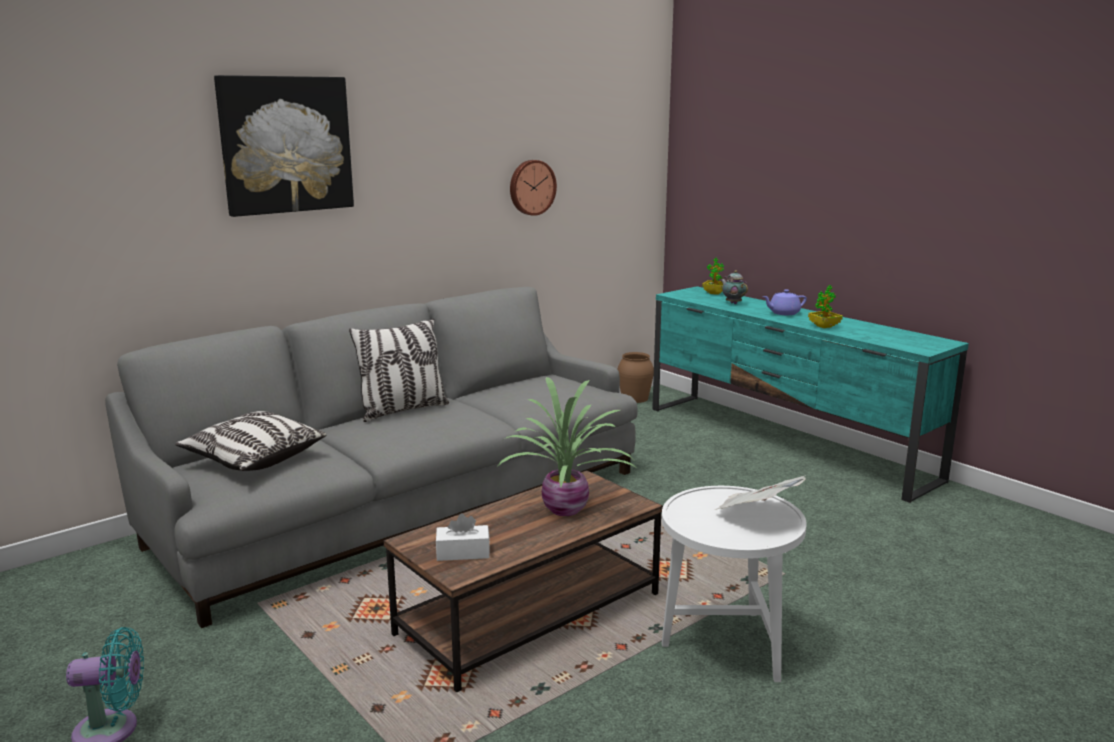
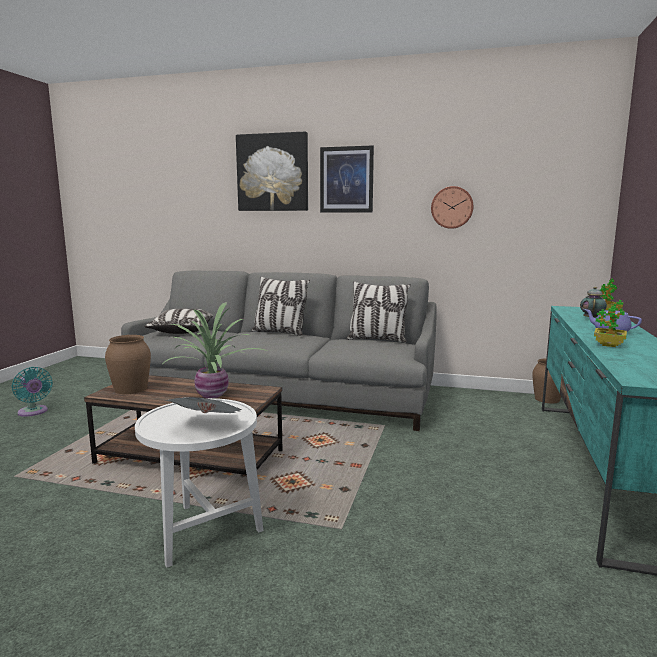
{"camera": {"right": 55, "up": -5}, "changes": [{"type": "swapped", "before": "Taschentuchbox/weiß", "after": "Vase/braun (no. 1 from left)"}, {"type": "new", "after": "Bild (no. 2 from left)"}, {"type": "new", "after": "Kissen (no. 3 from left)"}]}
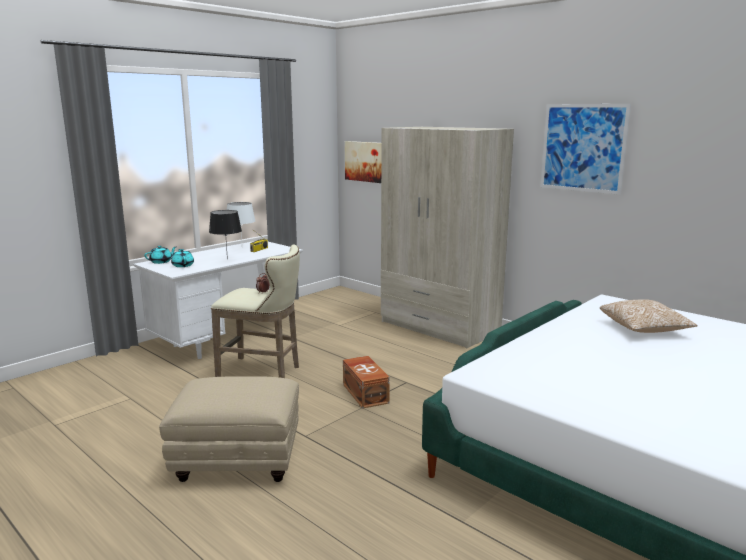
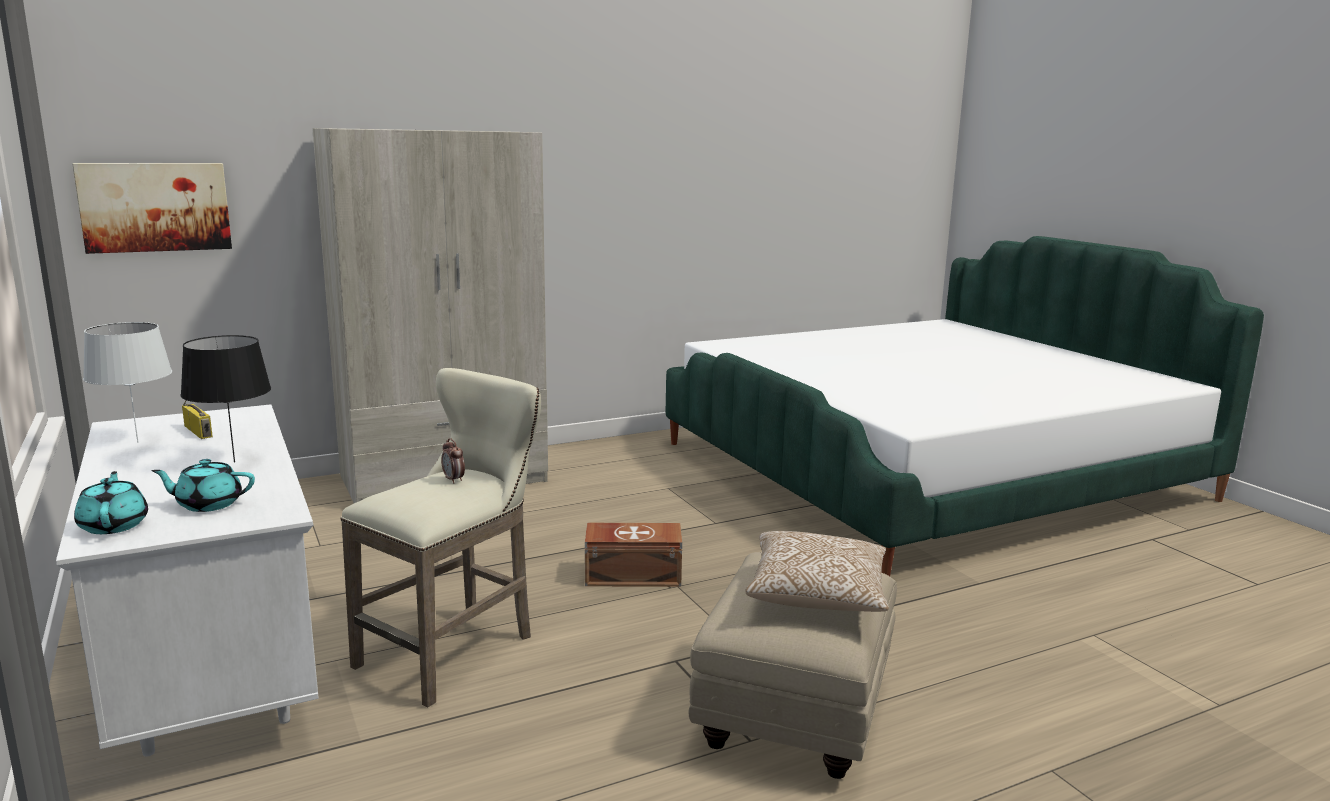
{"camera": {"right": -70, "up": 0}, "changes": [{"type": "shifted", "before": "Kissen"}, {"type": "gone", "before": "Bild (no. 2 from left)"}]}
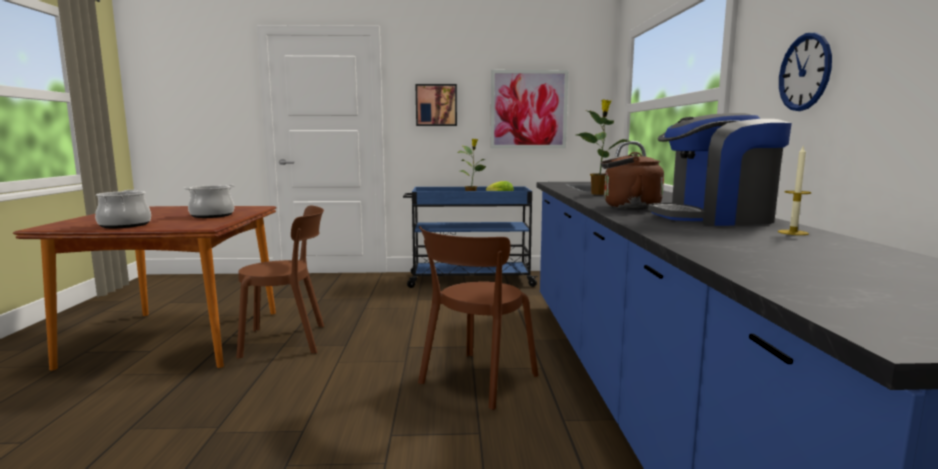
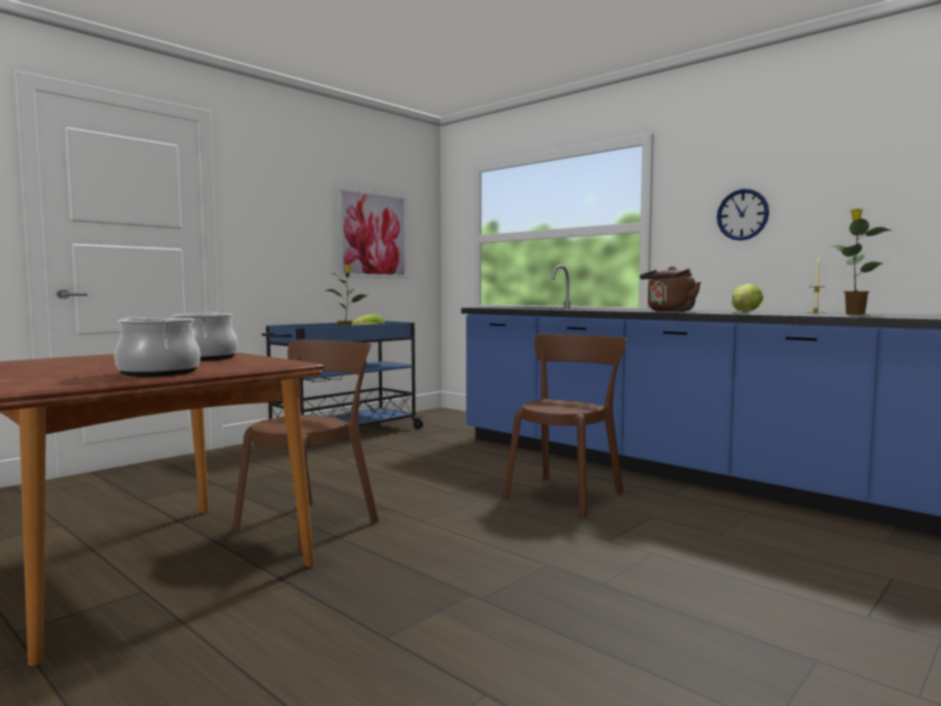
{"camera": {"right": -45, "up": -5}, "changes": [{"type": "rotated", "before": "Stuhl/braun (no. 2 from left)", "turn": -135}, {"type": "swapped", "before": "Kaffeemaschine", "after": "Salatkopf (no. 2 from left)"}, {"type": "shifted", "before": "Topfpflanze (no. 2 from left)"}, {"type": "gone", "before": "Bild (no. 1 from left)"}]}
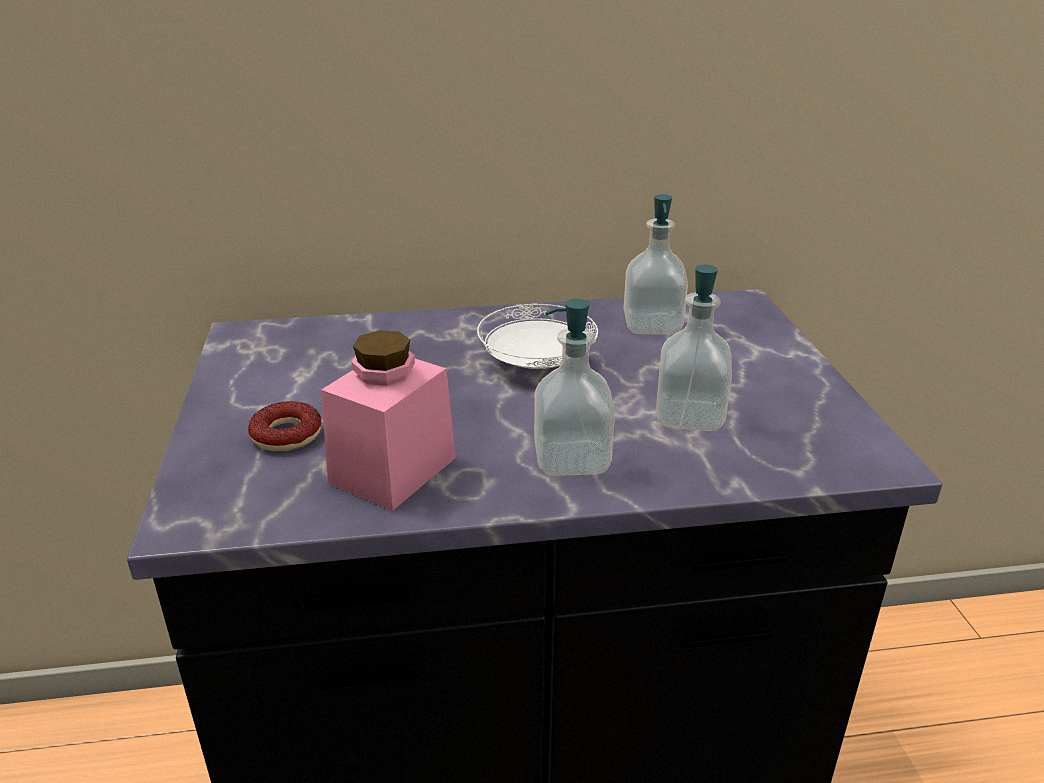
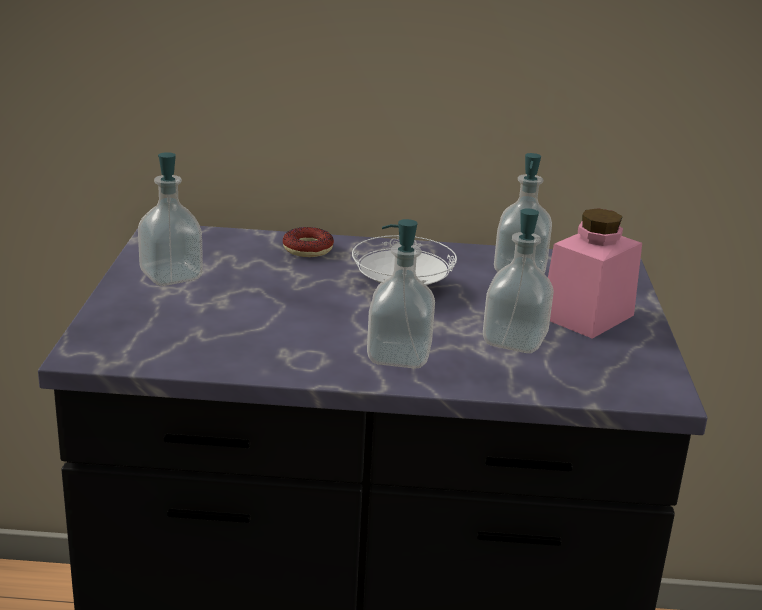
{"camera": {"right": 10, "up": -5}, "changes": [{"type": "new", "after": "Seifenspender (no. 1 from left)"}, {"type": "shifted", "before": "Donut"}, {"type": "shifted", "before": "Vorratsglas/rosa"}]}
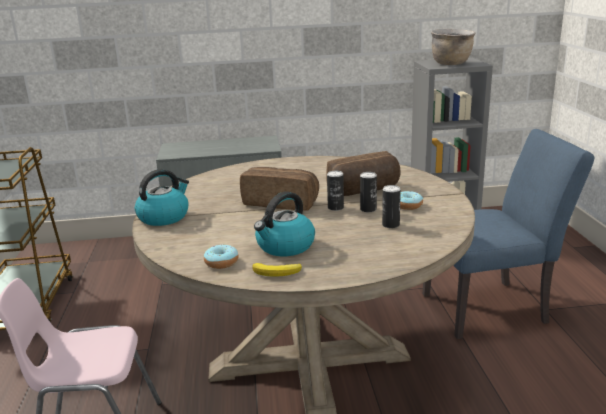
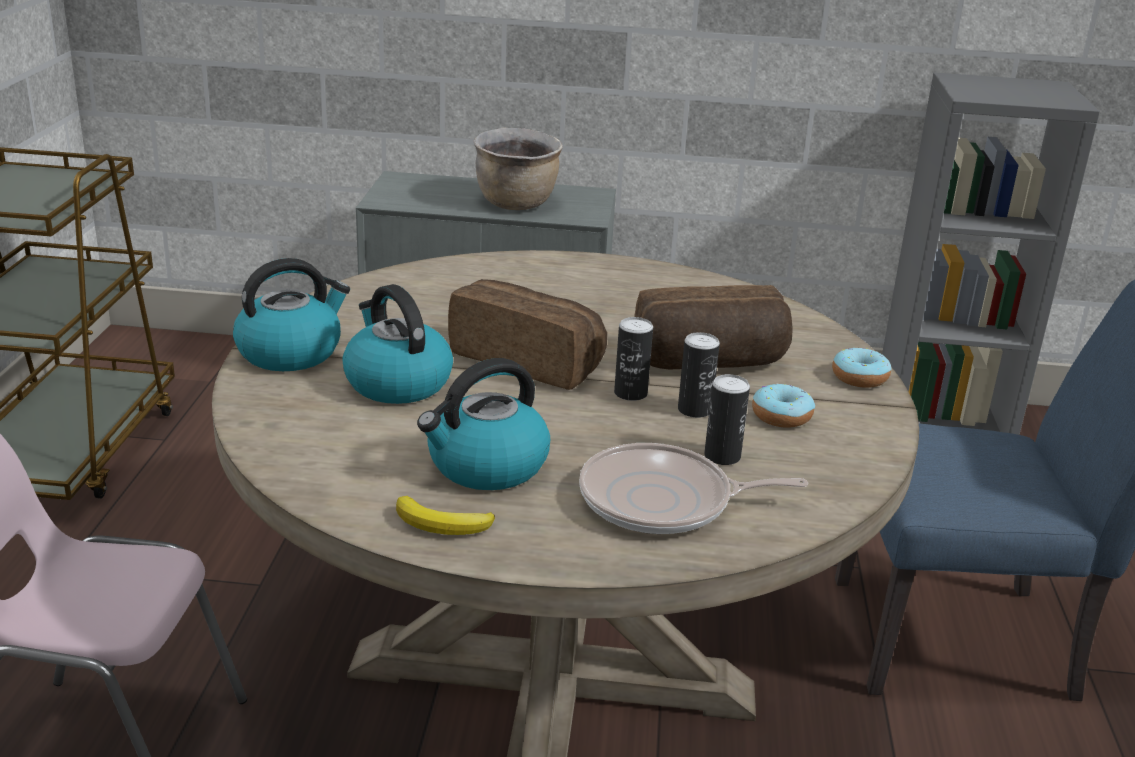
{"camera": {"right": 10, "up": 5}, "changes": [{"type": "new", "after": "Wasserkessel (no. 2 from left)"}, {"type": "shifted", "before": "Kochtopf/braun"}, {"type": "new", "after": "Pfanne"}, {"type": "shifted", "before": "Donut (no. 1 from left in the first image)", "after": "Donut (no. 2 from left)"}]}
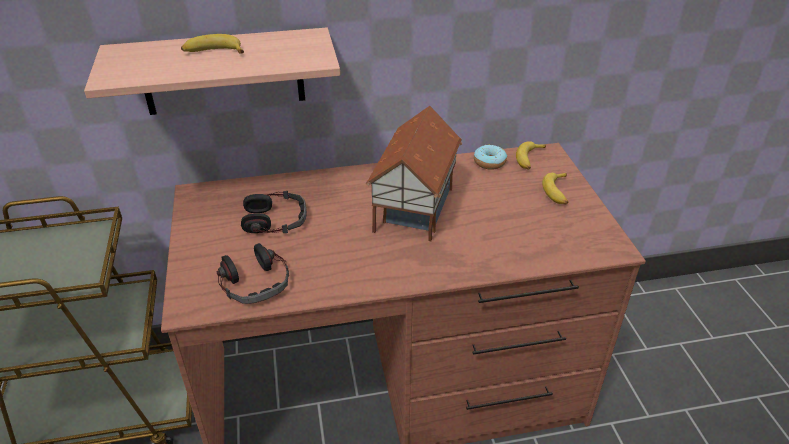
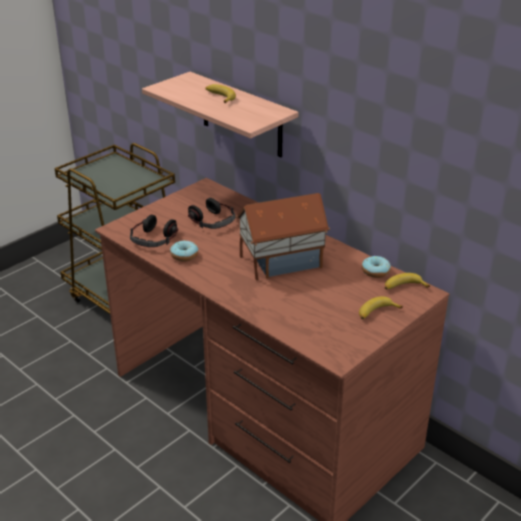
{"camera": {"right": 55, "up": -5}, "changes": [{"type": "new", "after": "Donut (no. 1 from left)"}]}
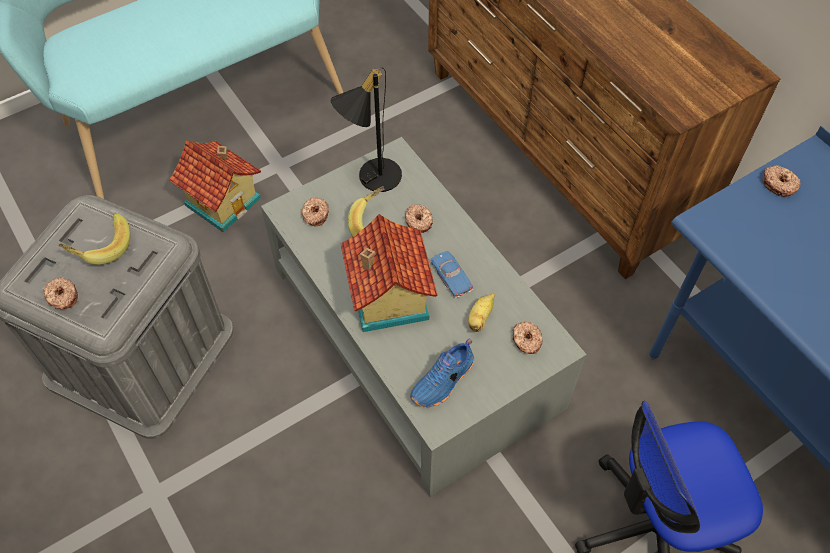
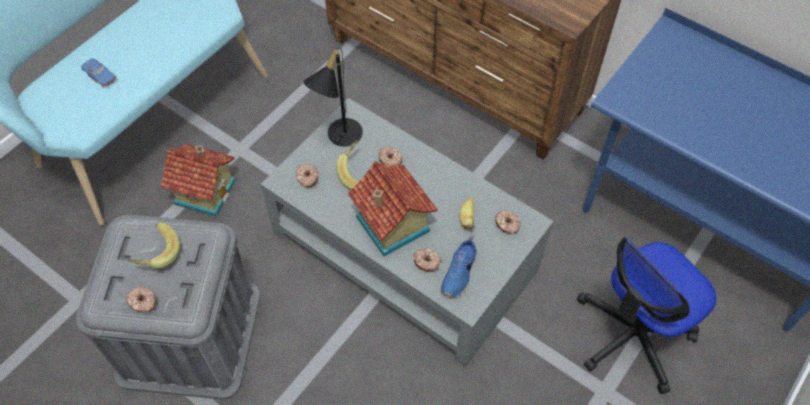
{"camera": {"right": -20, "up": 0}, "changes": [{"type": "shifted", "before": "Spielzeugauto/blau"}, {"type": "shifted", "before": "Donut (no. 5 from left in the first image)", "after": "Donut (no. 4 from left)"}]}
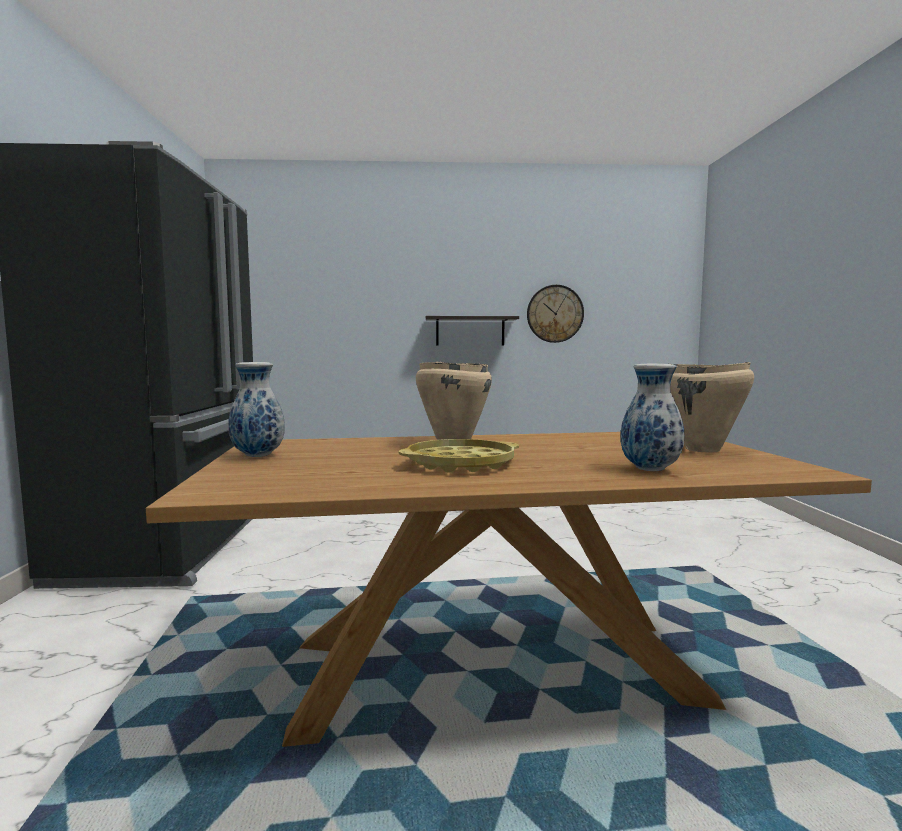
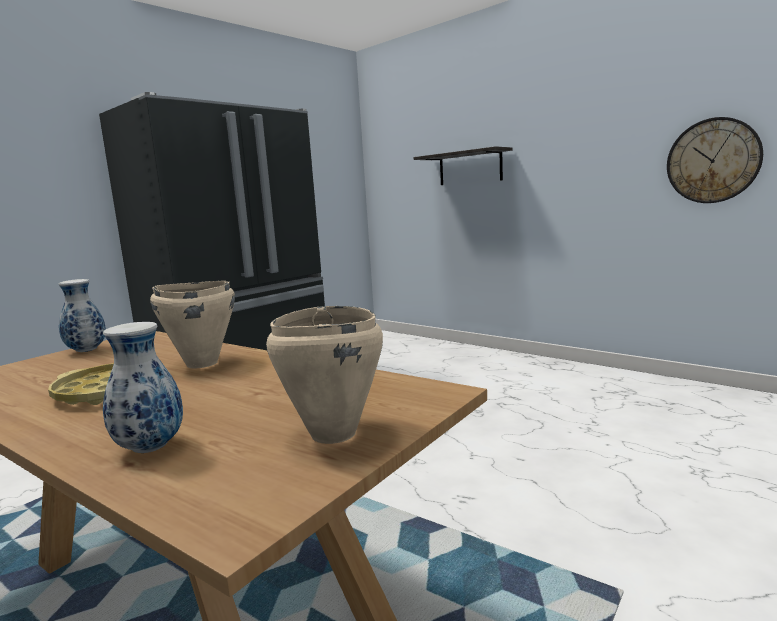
{"camera": {"right": 45, "up": 5}, "changes": [{"type": "shifted", "before": "Wandregal"}]}
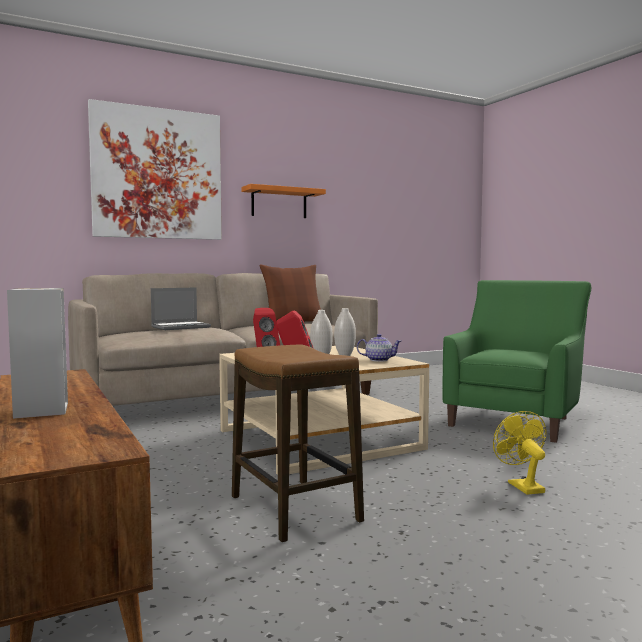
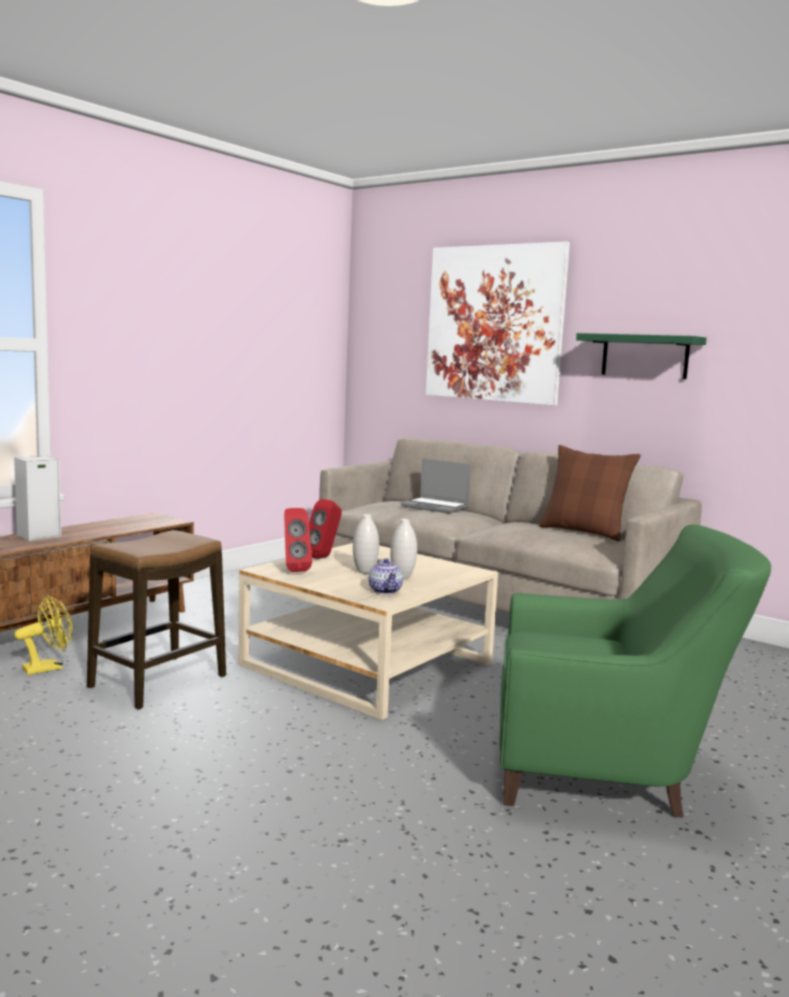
{"camera": {"right": 65, "up": 5}, "changes": [{"type": "shifted", "before": "Ventilator/gelb"}, {"type": "repainted", "before": "Wandregal/orange", "after": "Wandregal/grün"}]}
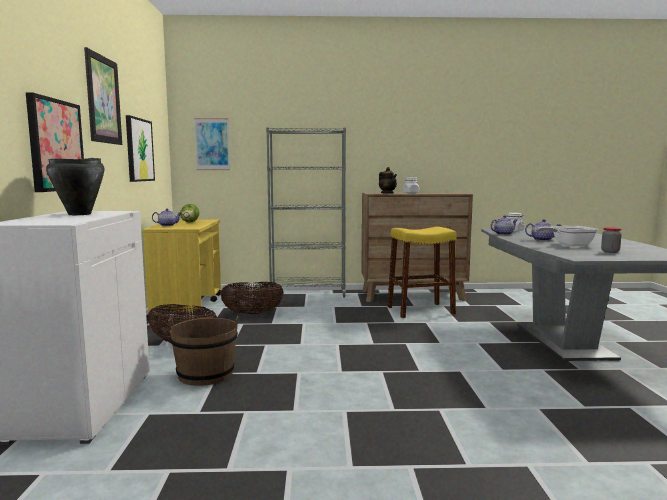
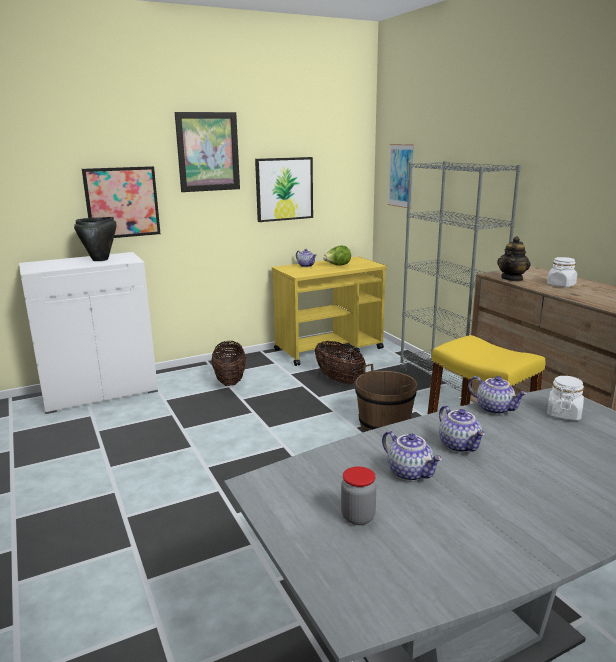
{"camera": {"right": 65, "up": 10}, "changes": [{"type": "shifted", "before": "Eimer/braun"}, {"type": "swapped", "before": "Pfanne", "after": "Teekanne (no. 2 from left)"}]}
